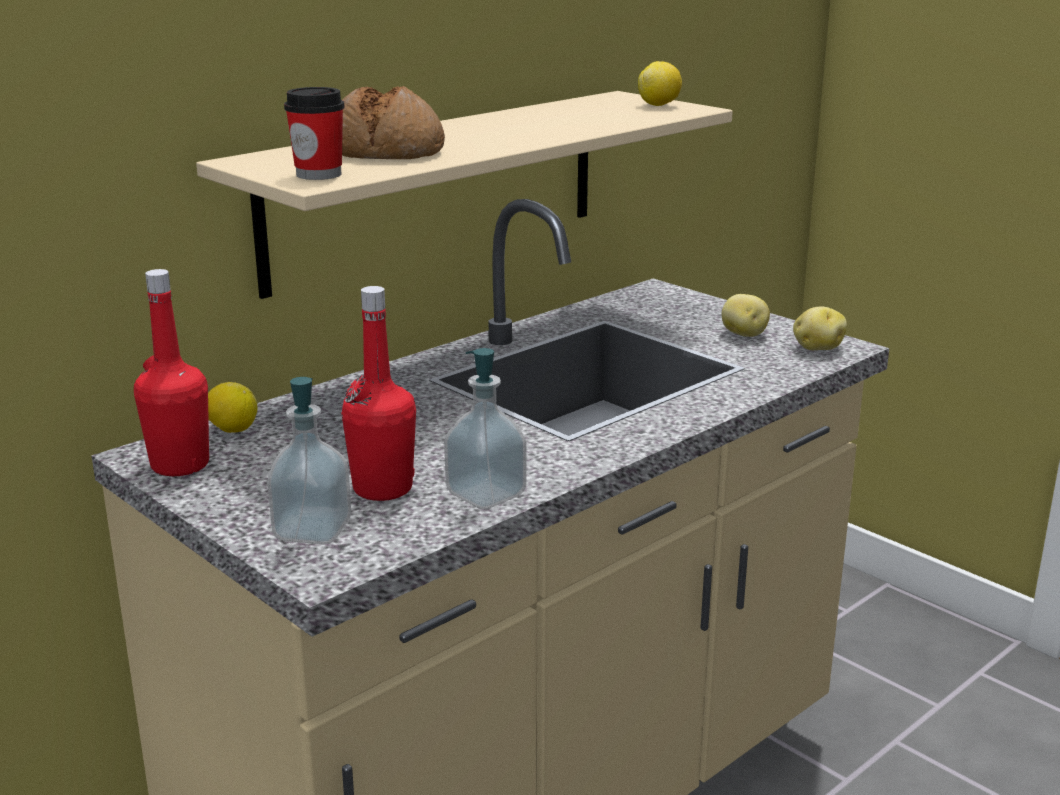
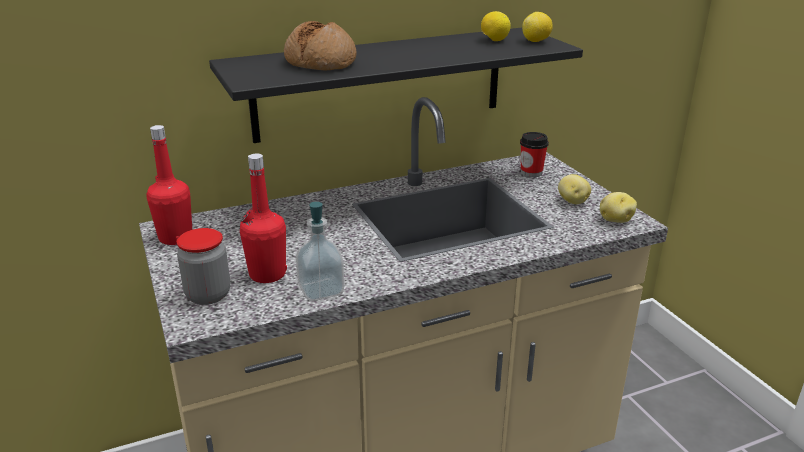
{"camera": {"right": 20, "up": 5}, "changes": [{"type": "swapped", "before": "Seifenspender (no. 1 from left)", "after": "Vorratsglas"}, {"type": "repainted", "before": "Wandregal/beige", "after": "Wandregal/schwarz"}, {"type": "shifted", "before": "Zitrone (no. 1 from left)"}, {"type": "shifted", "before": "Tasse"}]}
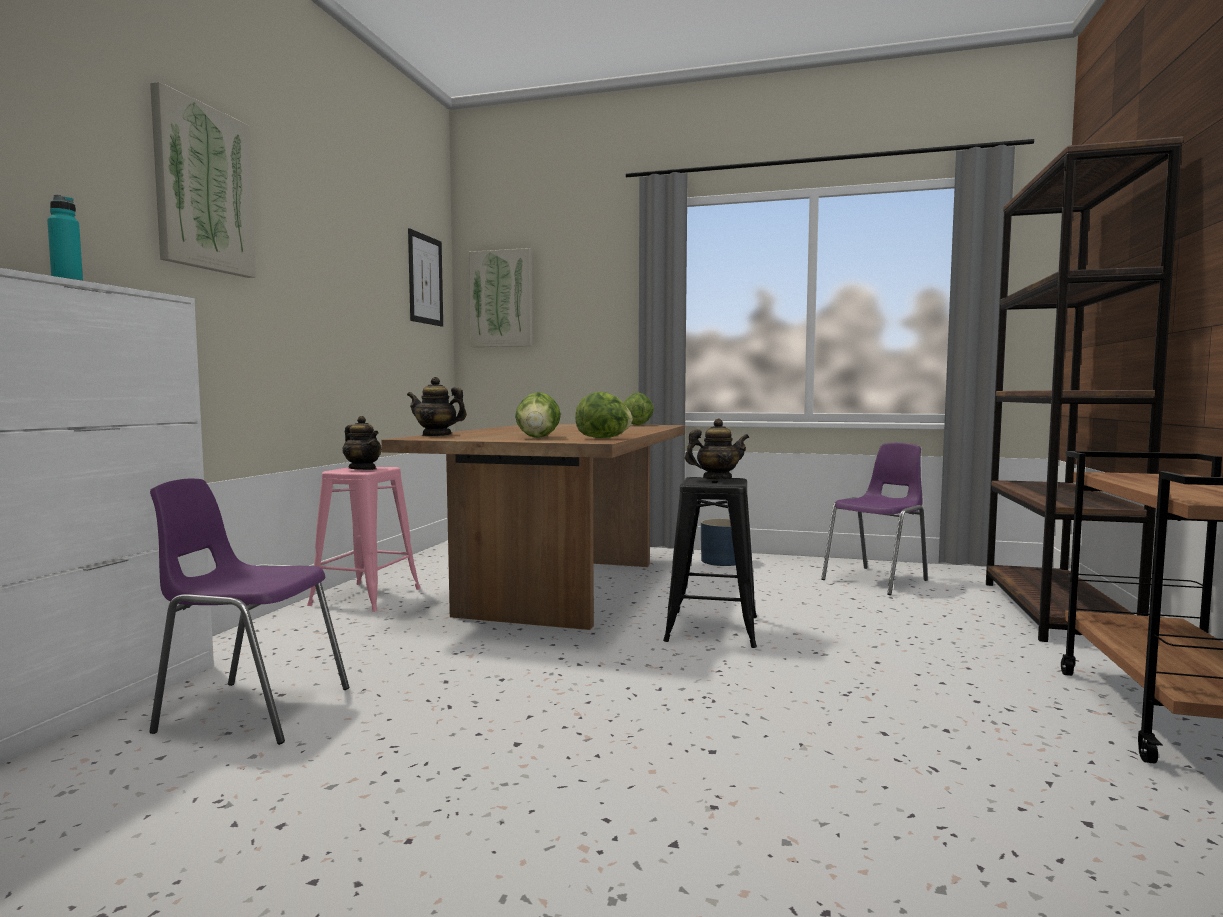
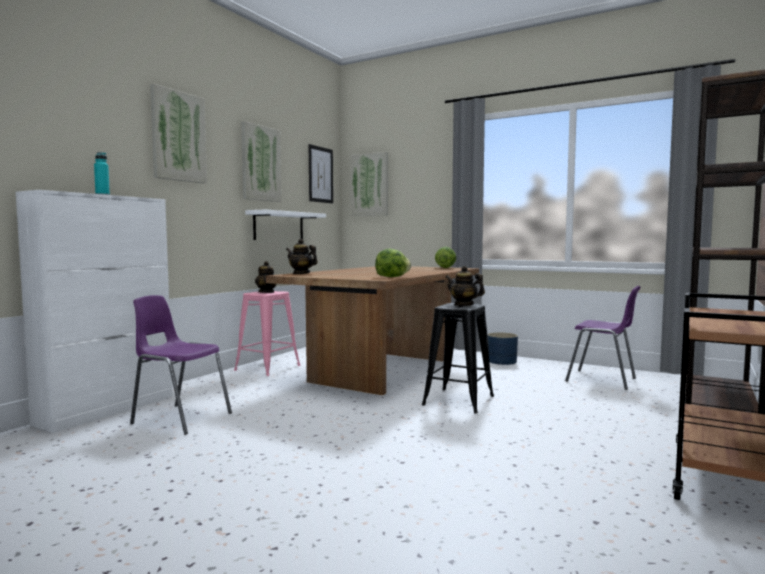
{"camera": {"right": 15, "up": 0}, "changes": [{"type": "new", "after": "Bild (no. 2 from left)"}, {"type": "new", "after": "Wandregal/weiß"}, {"type": "rotated", "before": "Teekanne (no. 3 from left)", "turn": -150}, {"type": "rotated", "before": "Stuhl/lila (no. 2 from left)", "turn": 60}, {"type": "gone", "before": "Salatkopf (no. 1 from left)"}]}
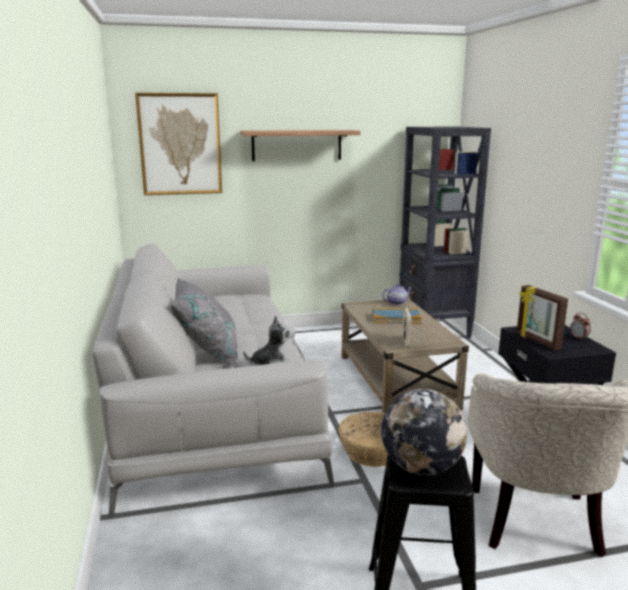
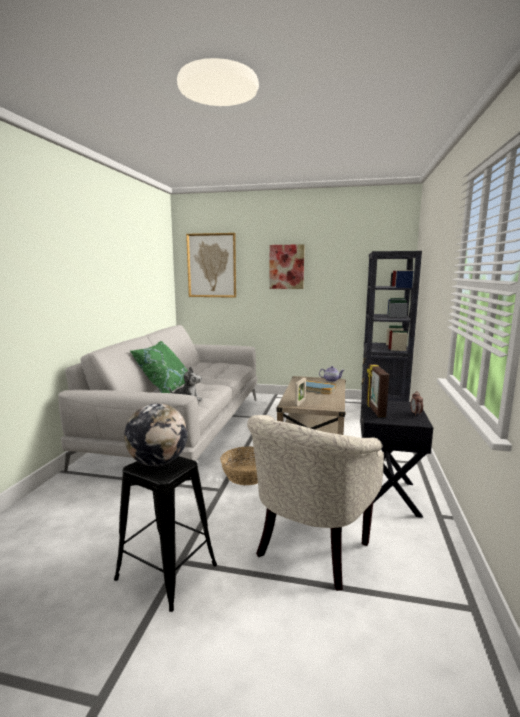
{"camera": {"right": 25, "up": -5}, "changes": [{"type": "repainted", "before": "Kissen/grau", "after": "Kissen/grün"}, {"type": "swapped", "before": "Wandregal", "after": "Bild (no. 2 from left)"}]}
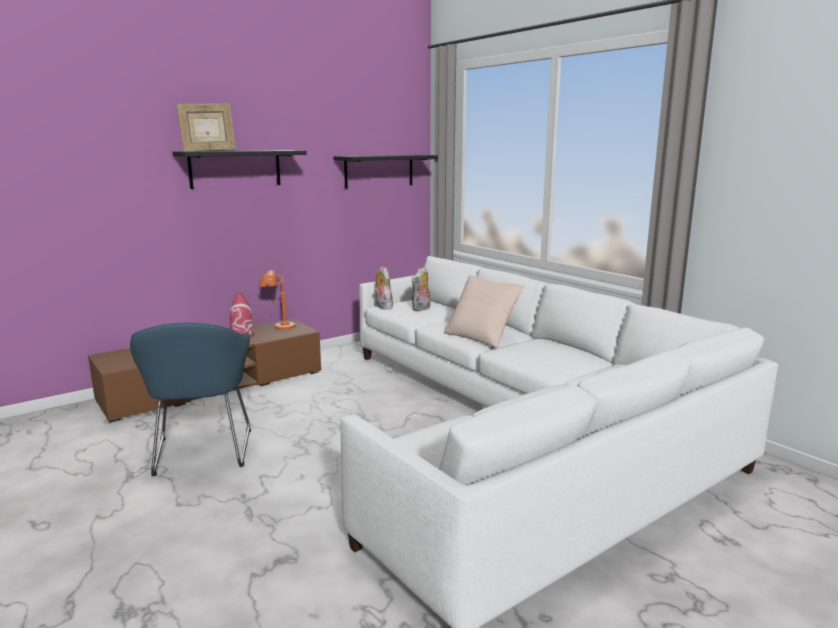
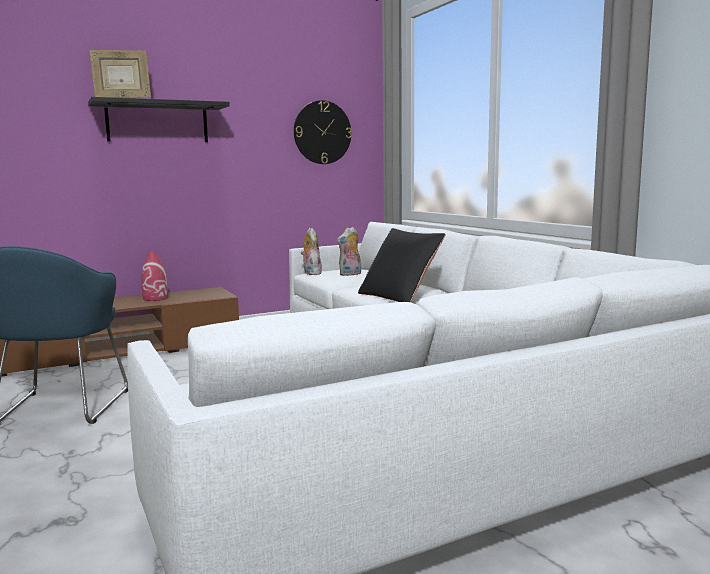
{"camera": {"right": 10, "up": -5}, "changes": [{"type": "swapped", "before": "Wandregal/schwarz (no. 2 from left)", "after": "Wanduhr"}, {"type": "repainted", "before": "Kissen/beige", "after": "Kissen/schwarz"}, {"type": "gone", "before": "Tischlampe/orange"}]}
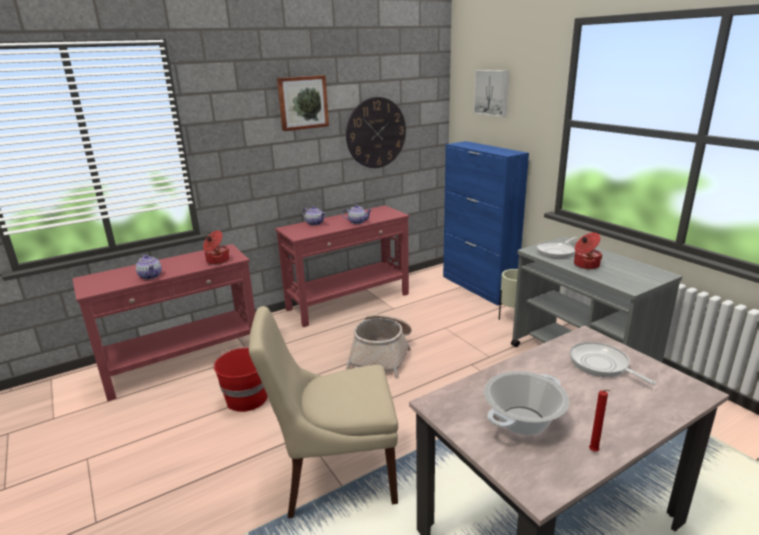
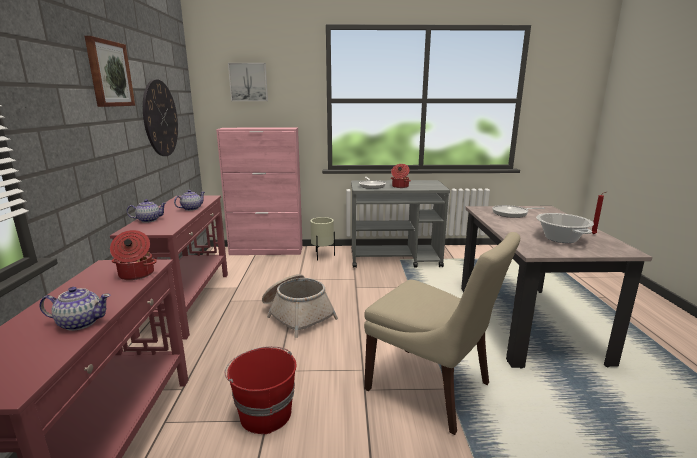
{"camera": {"right": -60, "up": -5}, "changes": [{"type": "repainted", "before": "Schrank/blau", "after": "Schrank/rosa"}, {"type": "rotated", "before": "Stuhl/beige", "turn": -75}]}
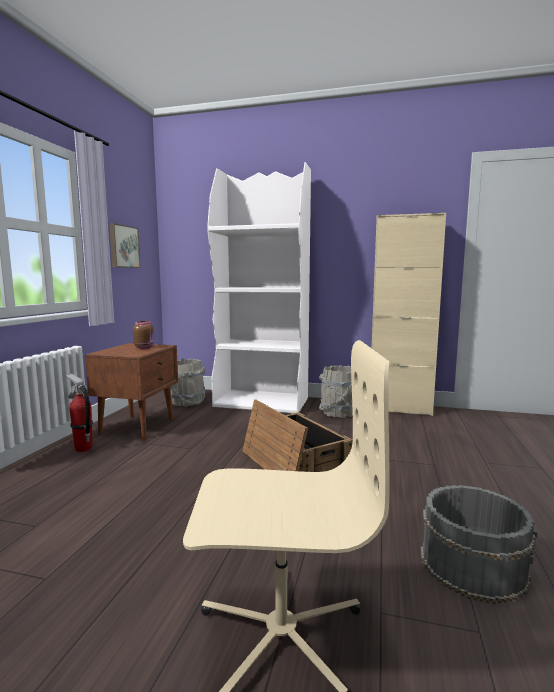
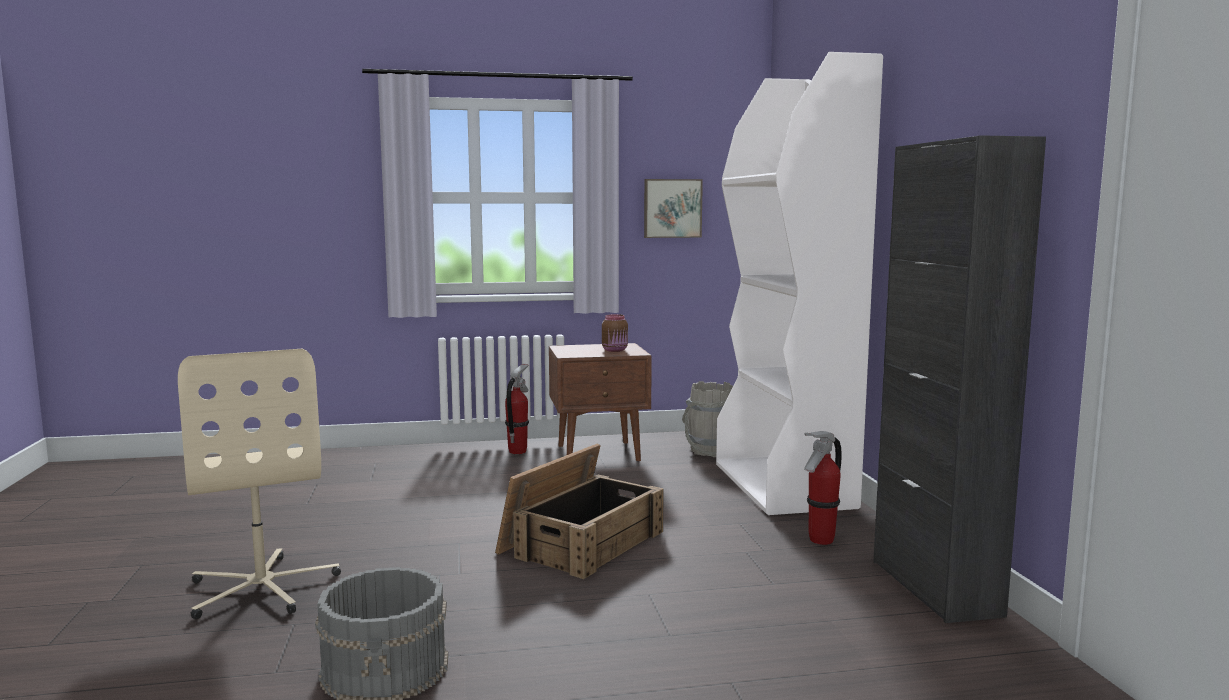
{"camera": {"right": 65, "up": 0}, "changes": [{"type": "swapped", "before": "Eimer/grau (no. 2 from left)", "after": "Feuerlöscher (no. 2 from left)"}, {"type": "repainted", "before": "Schrank/beige", "after": "Schrank/schwarz"}]}
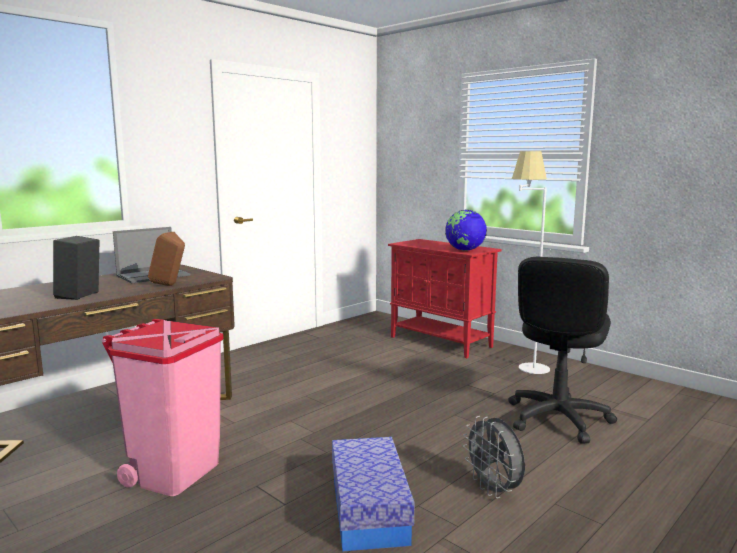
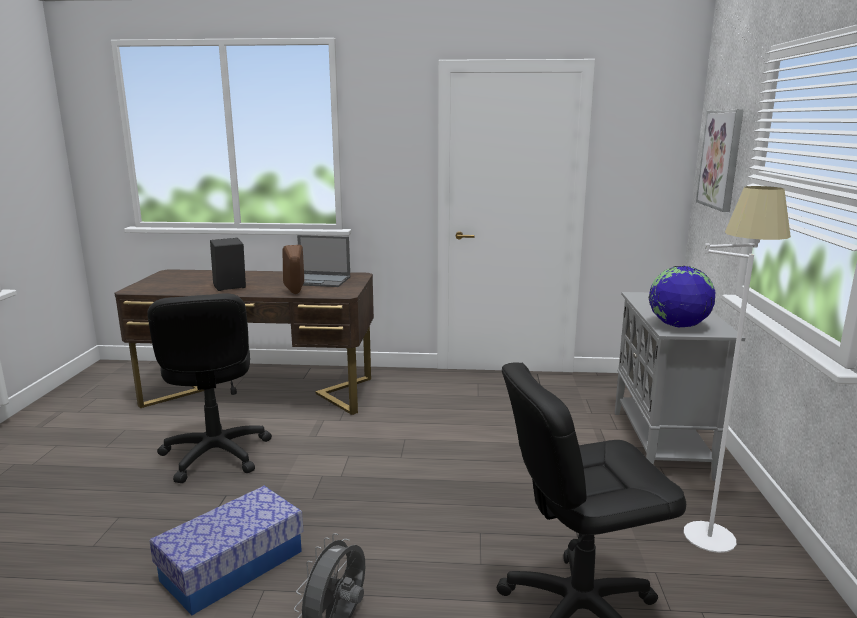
{"camera": {"right": 50, "up": 5}, "changes": [{"type": "swapped", "before": "Mülleimer/rosa", "after": "Bürostuhl/schwarz (no. 1 from left)"}, {"type": "repainted", "before": "Schrank/rot", "after": "Schrank/grau"}, {"type": "new", "after": "Bild"}]}
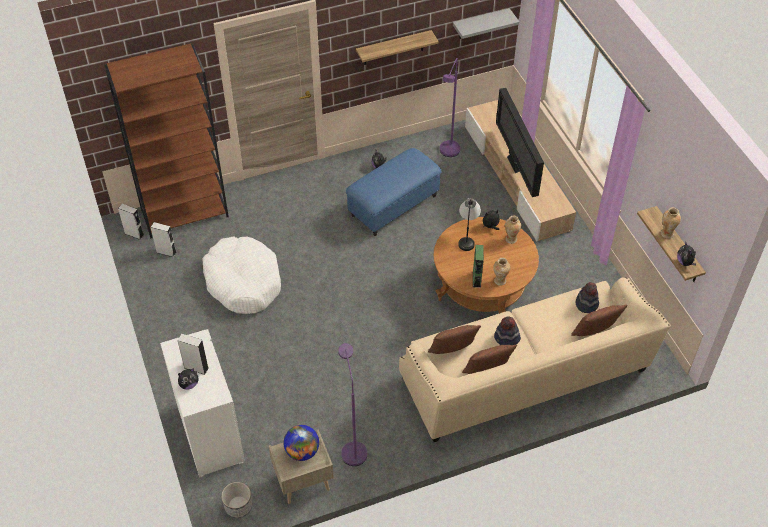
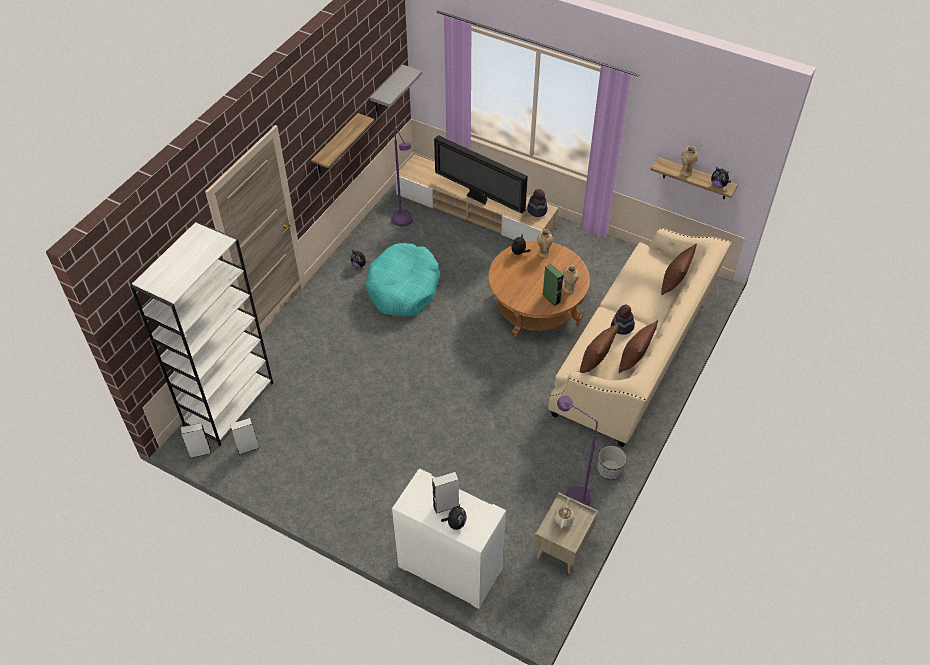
{"camera": {"right": -40, "up": 0}, "changes": [{"type": "repainted", "before": "Bücherregal/braun", "after": "Bücherregal/weiß"}, {"type": "swapped", "before": "Polsterhocker/blau", "after": "Hundebett/türkis"}, {"type": "shifted", "before": "Hut (no. 2 from left in the first image)", "after": "Hut (no. 1 from left)"}, {"type": "swapped", "before": "Globus", "after": "Teekanne/beige"}, {"type": "shifted", "before": "Pflanzkübel"}, {"type": "gone", "before": "Hundebett/weiß"}, {"type": "gone", "before": "Tischlampe"}]}
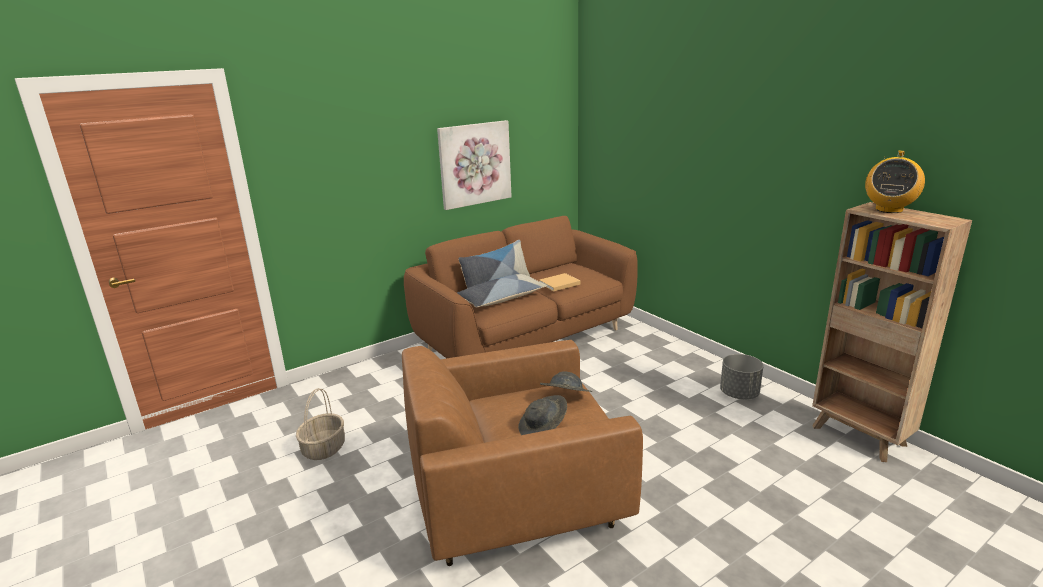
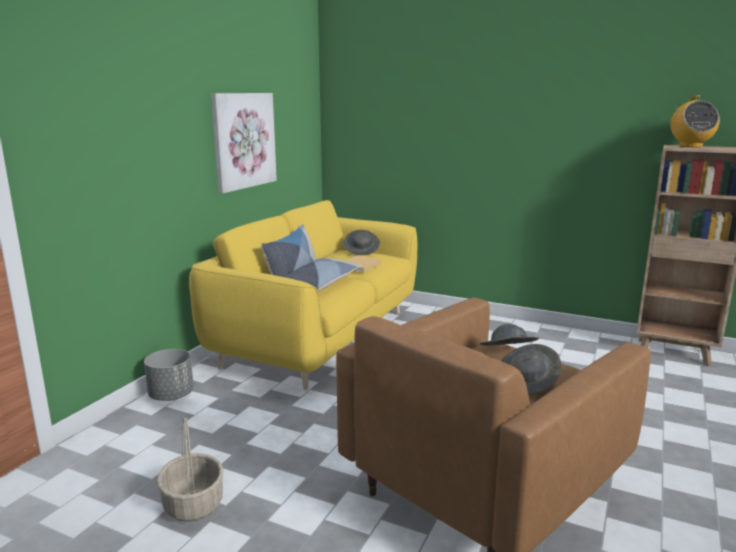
{"camera": {"right": -30, "up": -5}, "changes": [{"type": "shifted", "before": "Pflanzkübel/grau"}, {"type": "repainted", "before": "Sofa/braun", "after": "Sofa/gelb"}, {"type": "new", "after": "Hut/grau (no. 1 from left)"}]}
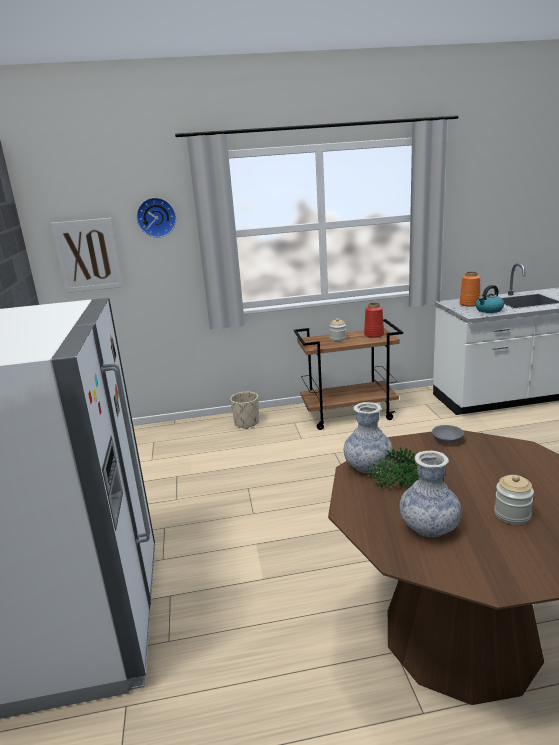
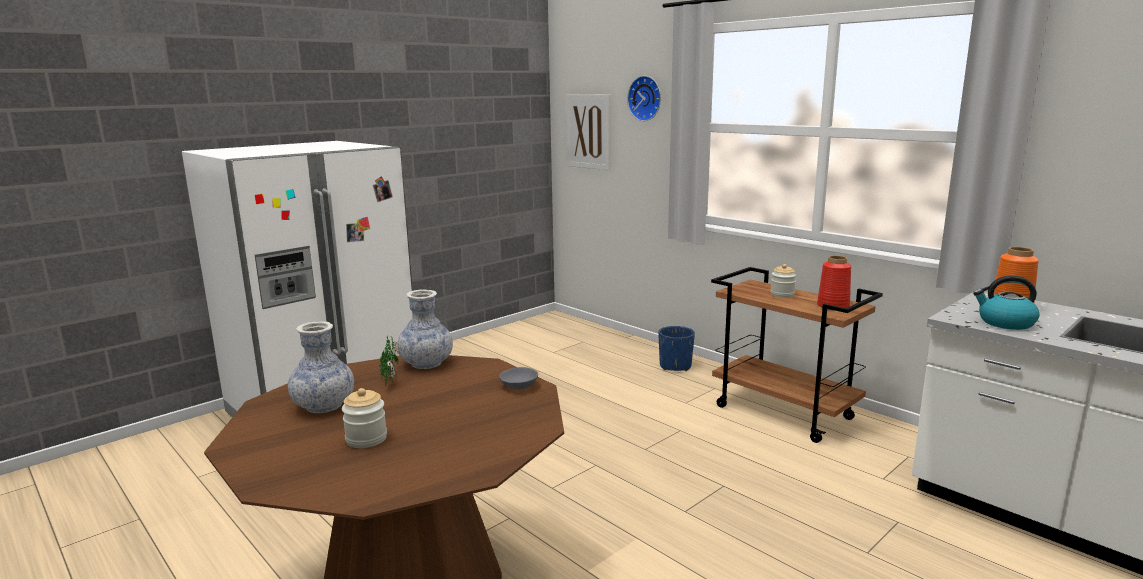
{"camera": {"right": 55, "up": -5}, "changes": [{"type": "repainted", "before": "Pflanzkübel/beige", "after": "Pflanzkübel/blau"}]}
